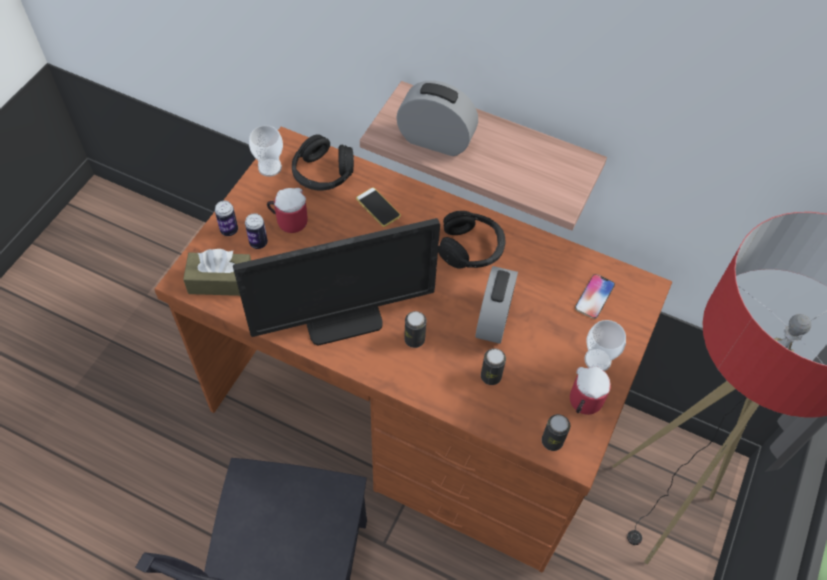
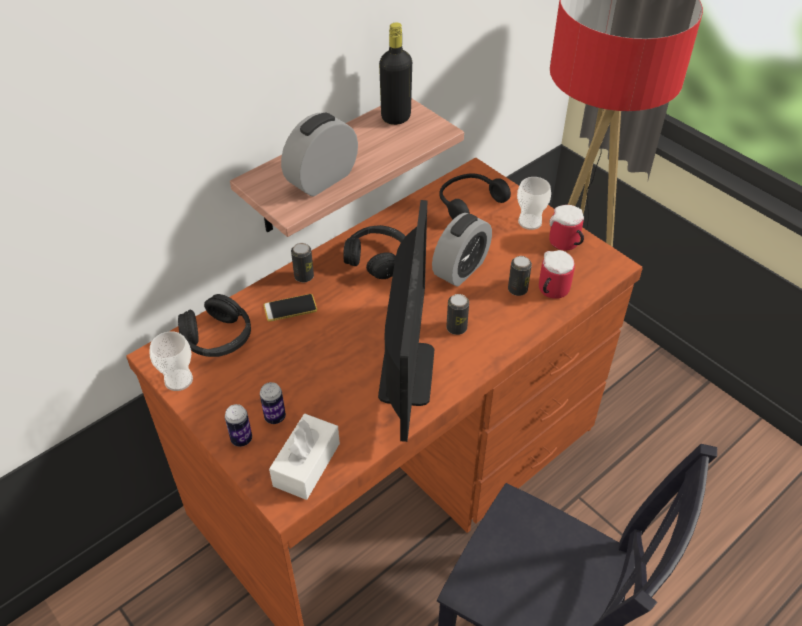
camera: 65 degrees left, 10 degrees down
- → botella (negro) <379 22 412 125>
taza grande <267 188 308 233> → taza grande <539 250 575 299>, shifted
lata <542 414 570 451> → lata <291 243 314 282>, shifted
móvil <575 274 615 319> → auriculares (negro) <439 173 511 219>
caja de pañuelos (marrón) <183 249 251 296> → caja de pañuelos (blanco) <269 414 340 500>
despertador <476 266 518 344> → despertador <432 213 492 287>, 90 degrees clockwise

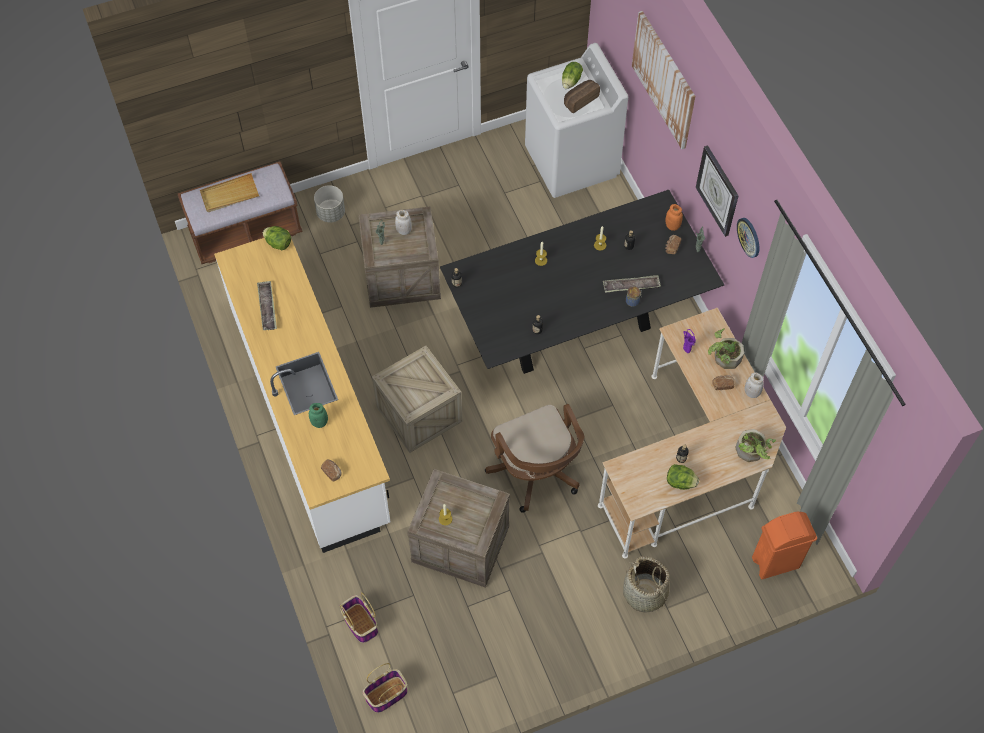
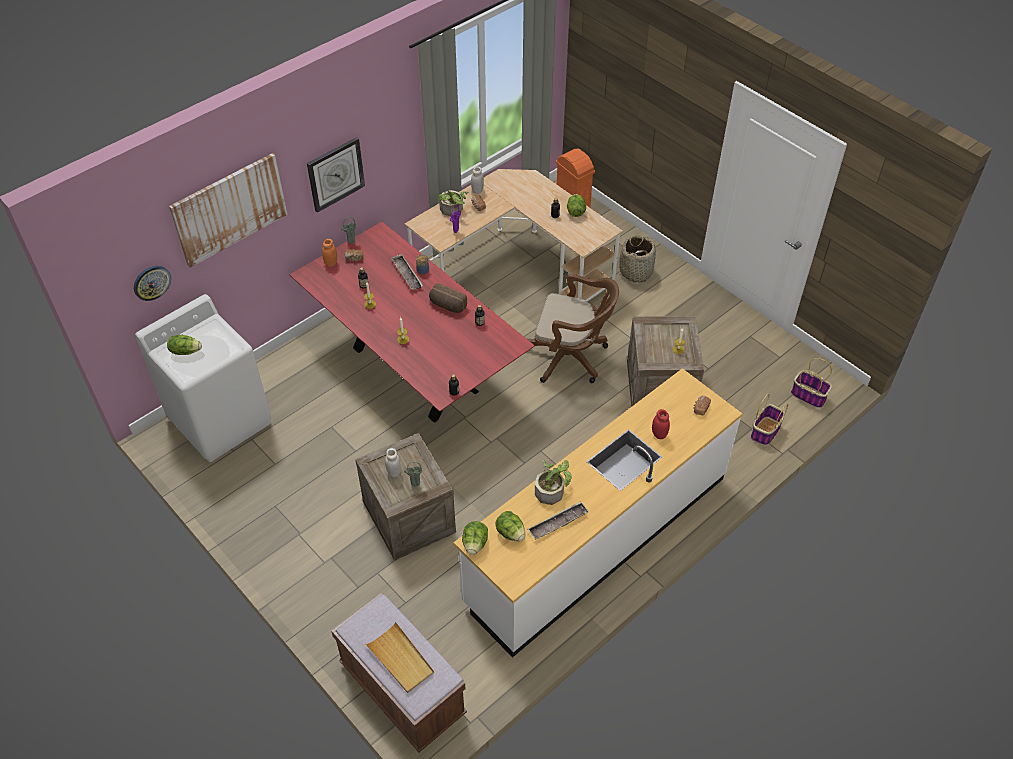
camera: 110 degrees left, 10 degrees down
maceta (gris) <314 185 345 222> → -
caja de embalaje <372 346 462 453> → -
- → lechuga <496 511 525 542>
pan <564 80 600 113> → pan <429 283 467 313>, shifted
planta en maceta <735 429 776 462> → planta en maceta <535 460 572 505>, shifted
reloj de pared <737 218 759 258> → reloj de pared <134 266 171 301>, shifted
tarro (verde) <309 403 328 428> → tarro (rojo) <652 409 670 439>
mesa de comedor (negro) <440 190 724 374> → mesa de comedor (rojo) <289 221 535 423>
silla de oficina (marrón) <485 404 585 513> → silla de oficina (marrón) <527 274 619 383>, 60 degrees clockwise

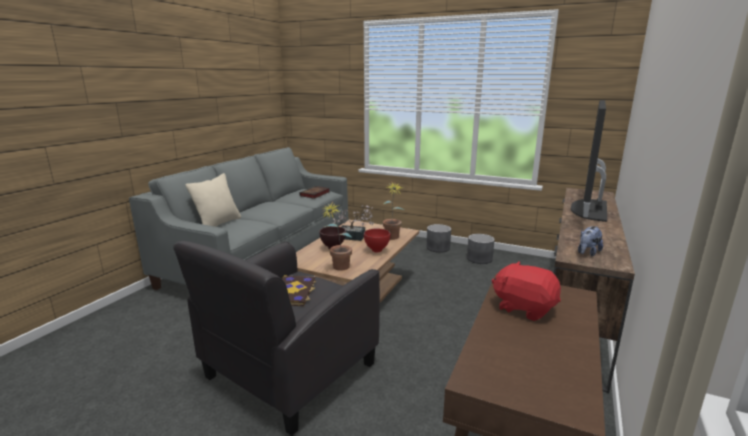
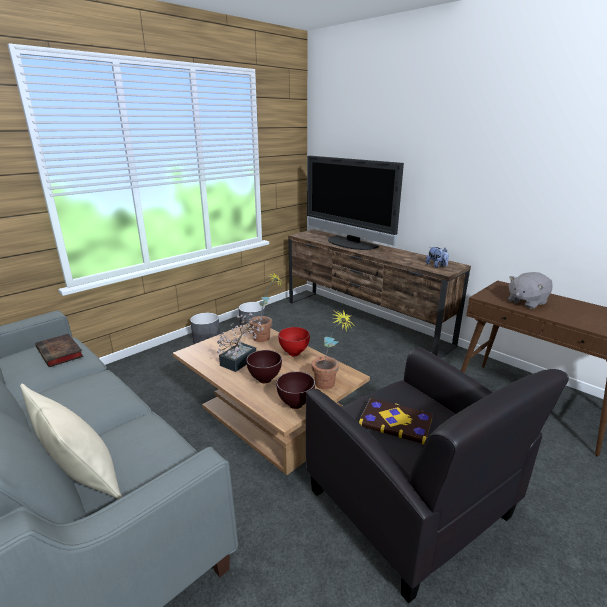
camera: 70 degrees left, 5 degrees up
- → cuenco (marrón) <276 371 315 409>
peluche (rojo) <491 261 561 321> → peluche (gris) <508 272 553 309>

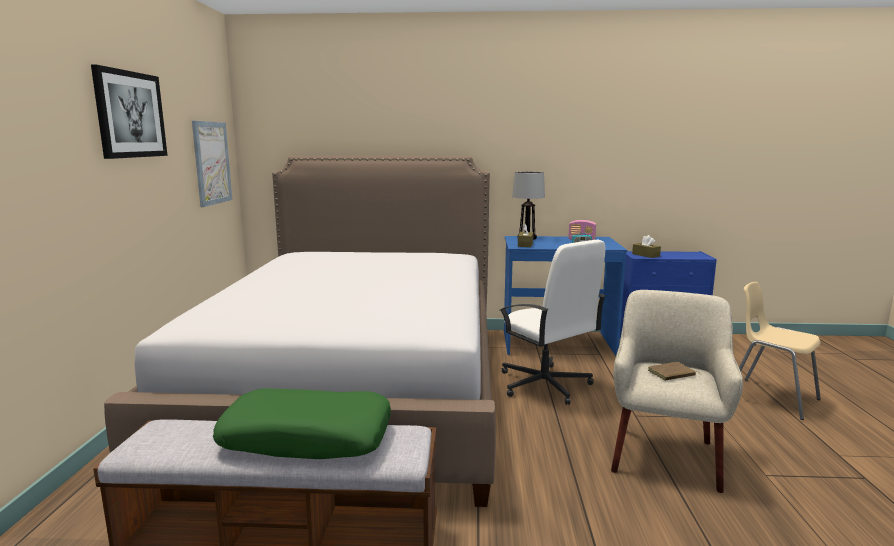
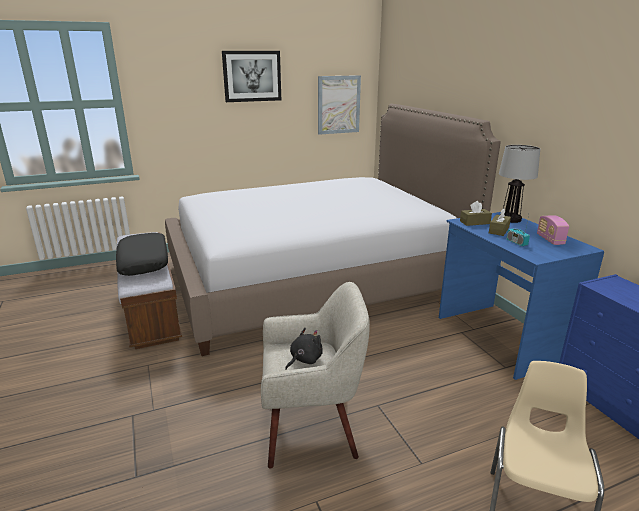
camera: 65 degrees right, 10 degrees up
silla de oficina (blanco) <499 240 606 405> → -
caja de pañuelos (marrón) <632 235 661 258> → caja de pañuelos (marrón) <489 208 511 236>, shifted
libro (marrón) <648 362 702 381> → peluche (negro) <285 328 323 370>
cojín (verde) <213 388 391 459> → cojín (negro) <116 233 168 276>

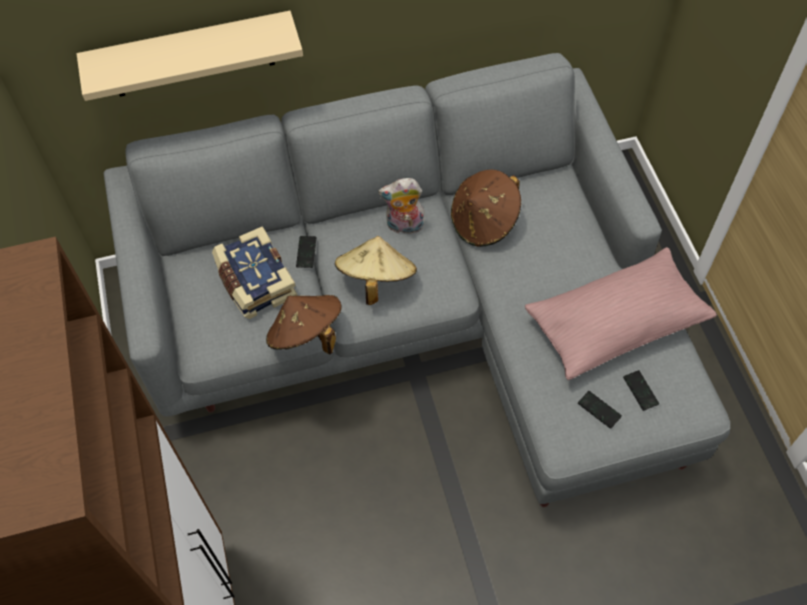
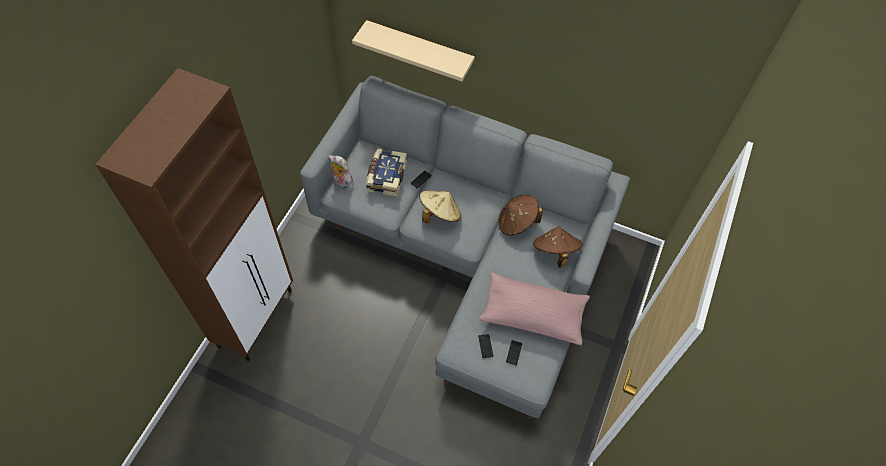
camera: 35 degrees right, 0 degrees up
sombrero (marrón) <266 295 341 355> → sombrero (marrón) <533 226 582 268>, shifted
peluche <378 178 425 234> → peluche <328 155 354 190>, shifted

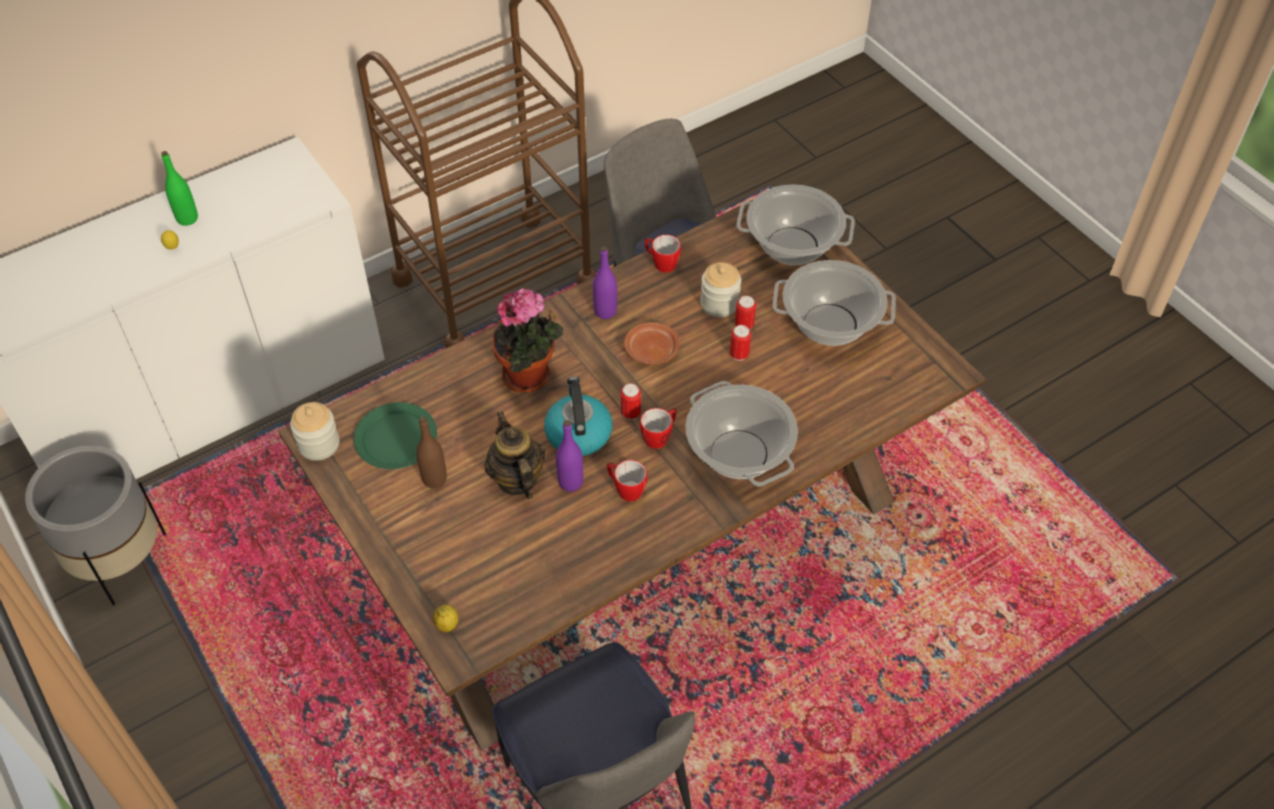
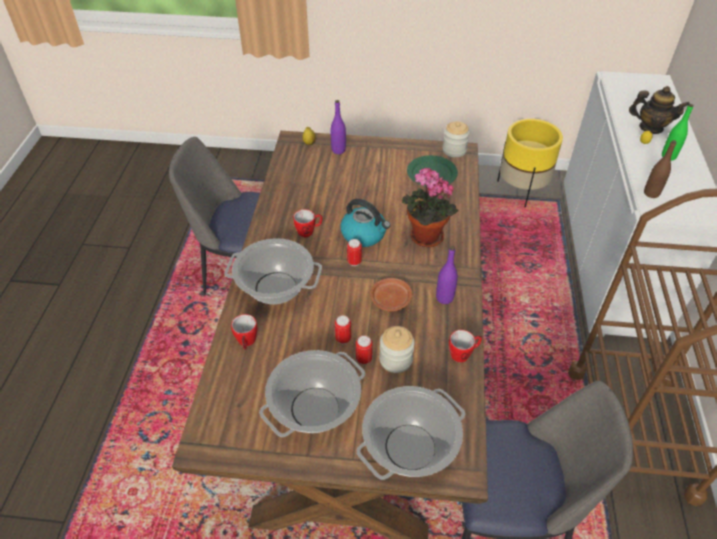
camera: 130 degrees right, 5 degrees down
botella (marrón) <416 417 447 488> → botella (marrón) <644 140 676 198>, shifted
tetera <485 411 545 499> → tetera <629 86 690 134>, shifted
botella (morado) <556 420 583 492> → botella (morado) <331 100 346 154>, shifted
taza grande <640 408 676 449> → taza grande <231 314 257 350>, shifted
maceta (gris) <25 446 166 605> → maceta (amarillo) <497 118 563 207>

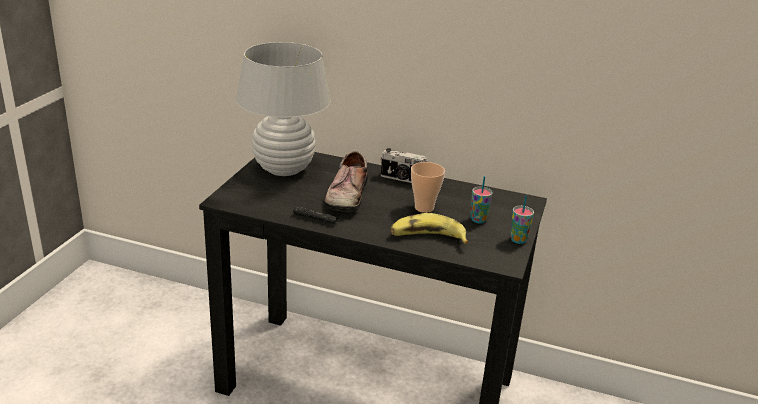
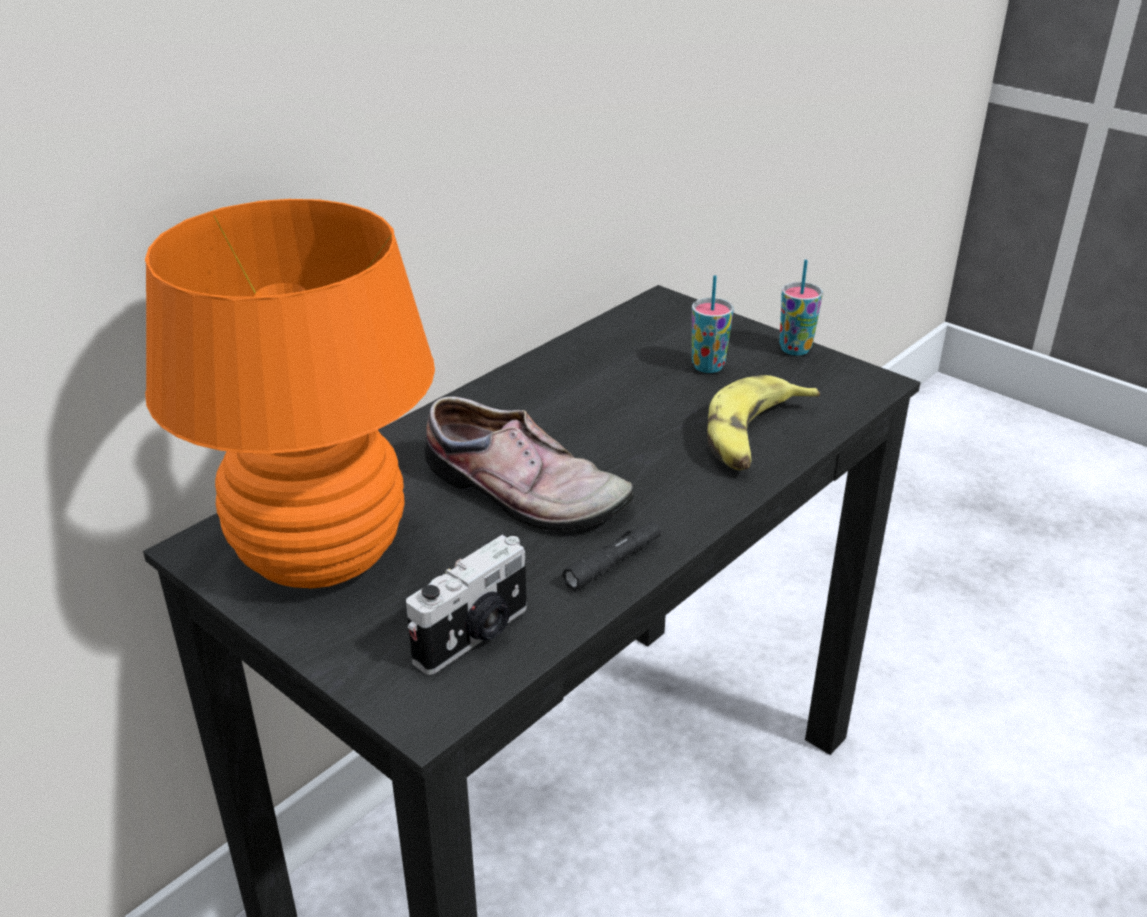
camera: 65 degrees left, 5 degrees up
taza <411 162 445 213> → -
cámara <381 148 427 183> → cámara <406 535 527 675>, shifted
lámpara de mesa (blanco) <236 42 331 176> → lámpara de mesa (naranja) <145 199 435 588>

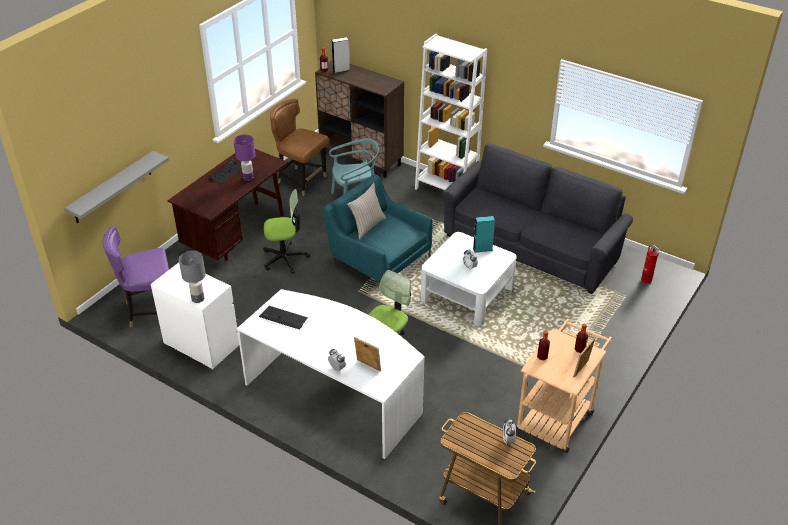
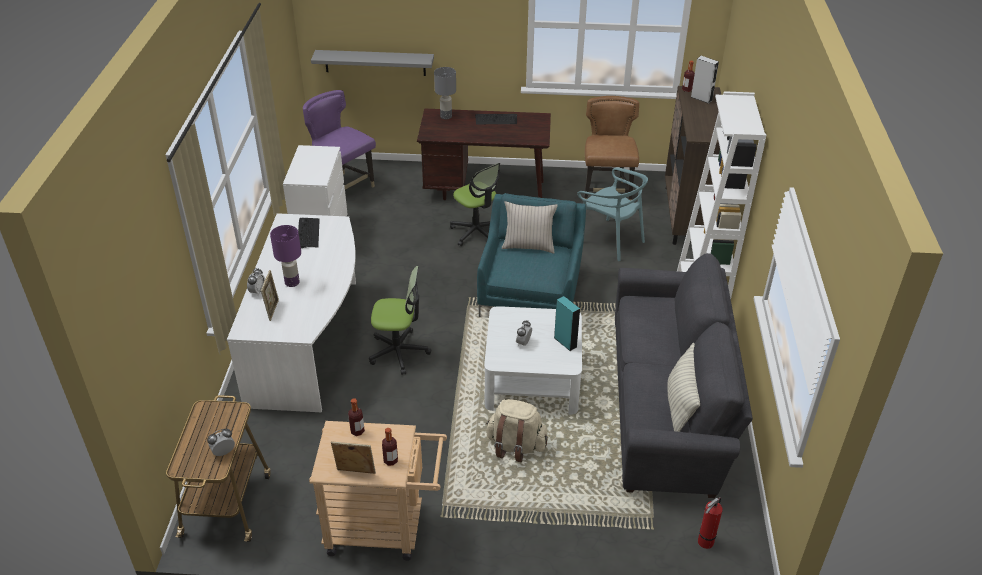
camera: 60 degrees right, 0 degrees up
- → mochila (beis) <486 399 548 462>
- → cojín <668 343 700 432>
lámpara de mesa (gris) <179 251 206 303> → lámpara de mesa (gris) <434 67 456 119>, shifted
lámpara de mesa (morado) <234 135 255 181> → lámpara de mesa (morado) <270 225 301 287>, shifted

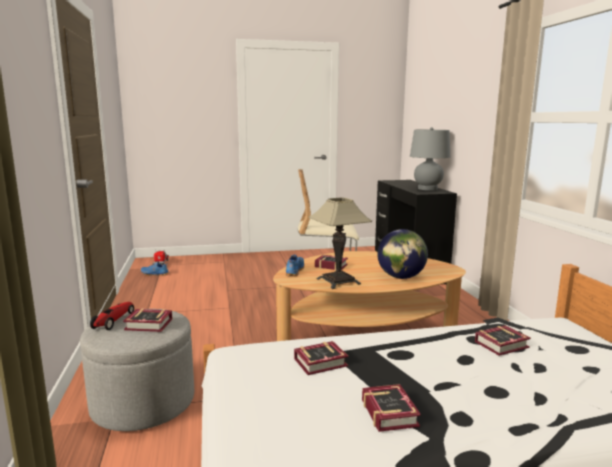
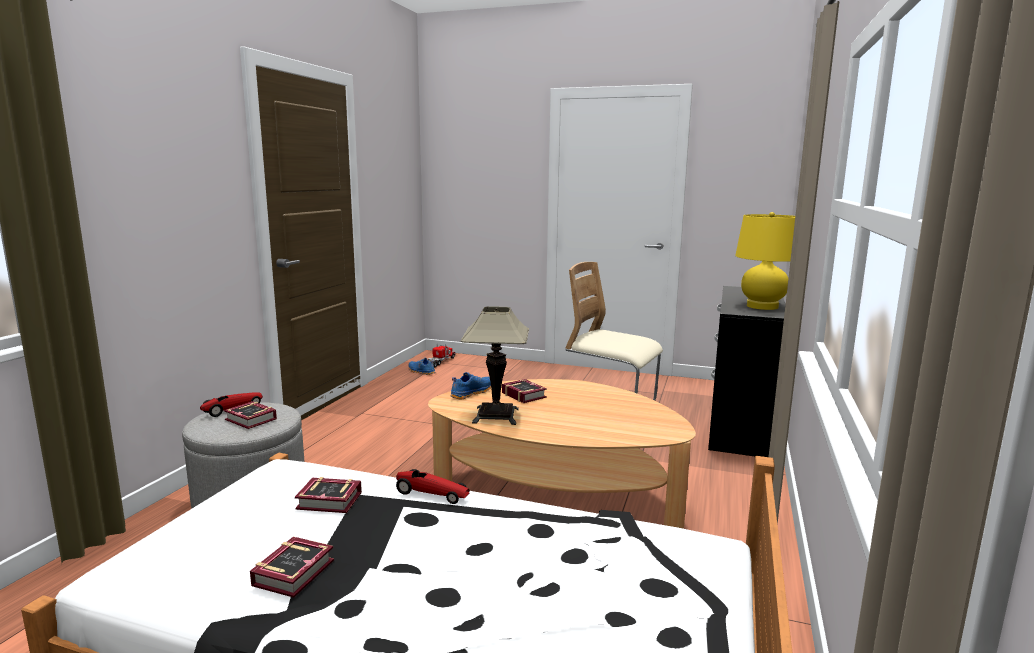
camera: 30 degrees right, 0 degrees up
globo terráqueo <377 229 428 279> → -
libro <475 325 531 356> → -
- → coche de juguete <396 469 470 504>
lámpara de mesa (gris) <410 127 450 190> → lámpara de mesa (amarillo) <735 212 795 310>

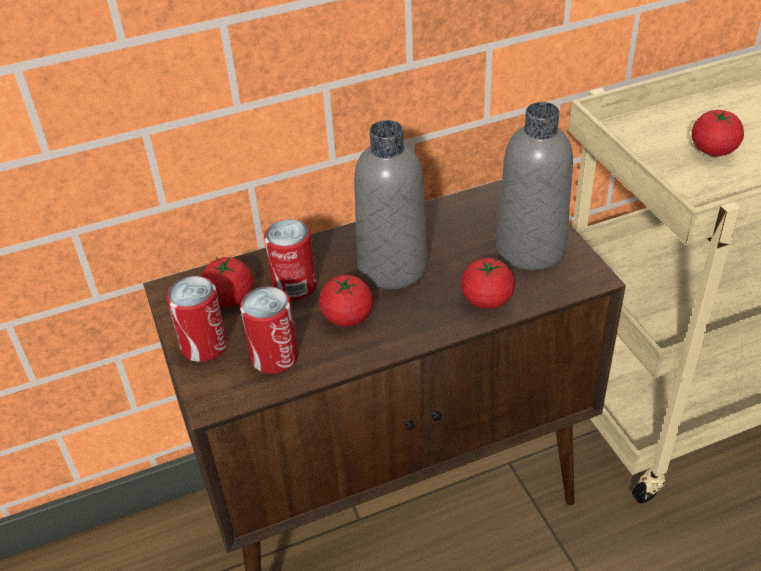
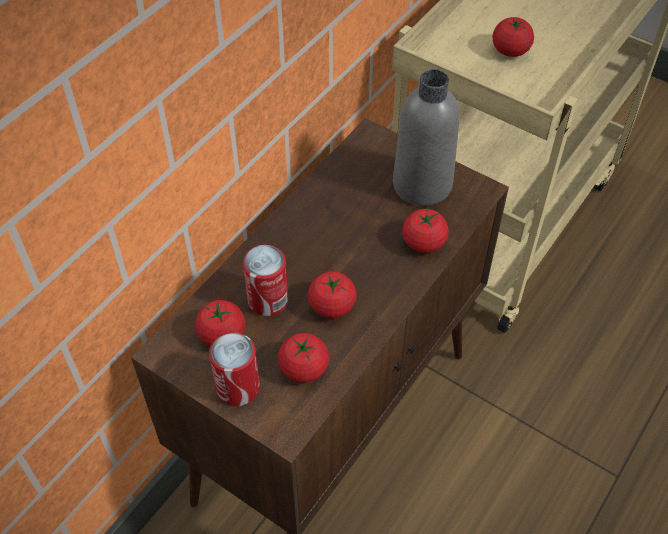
camera: 35 degrees left, 10 degrees up
botella (gris) <354 120 428 290> → -
lata <240 286 298 373> → tomate <278 333 329 383>

